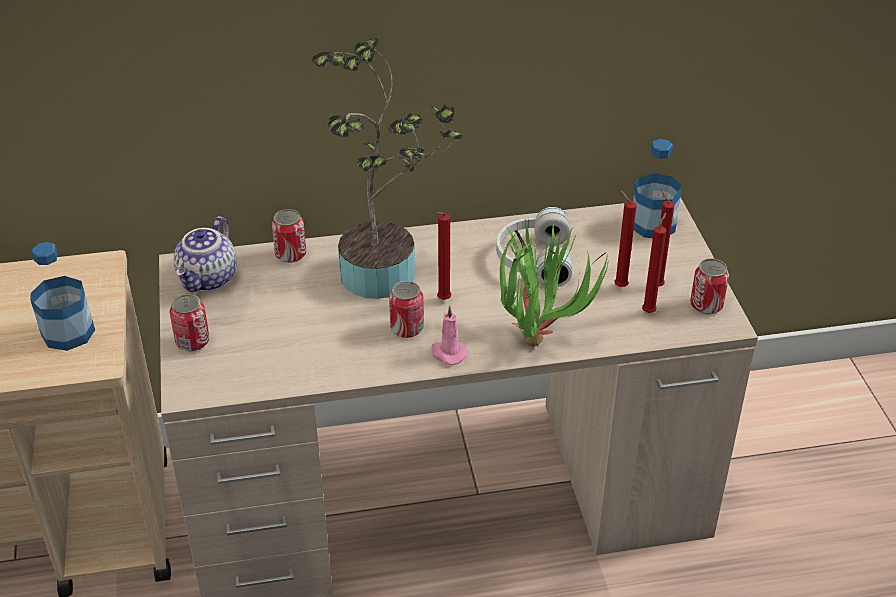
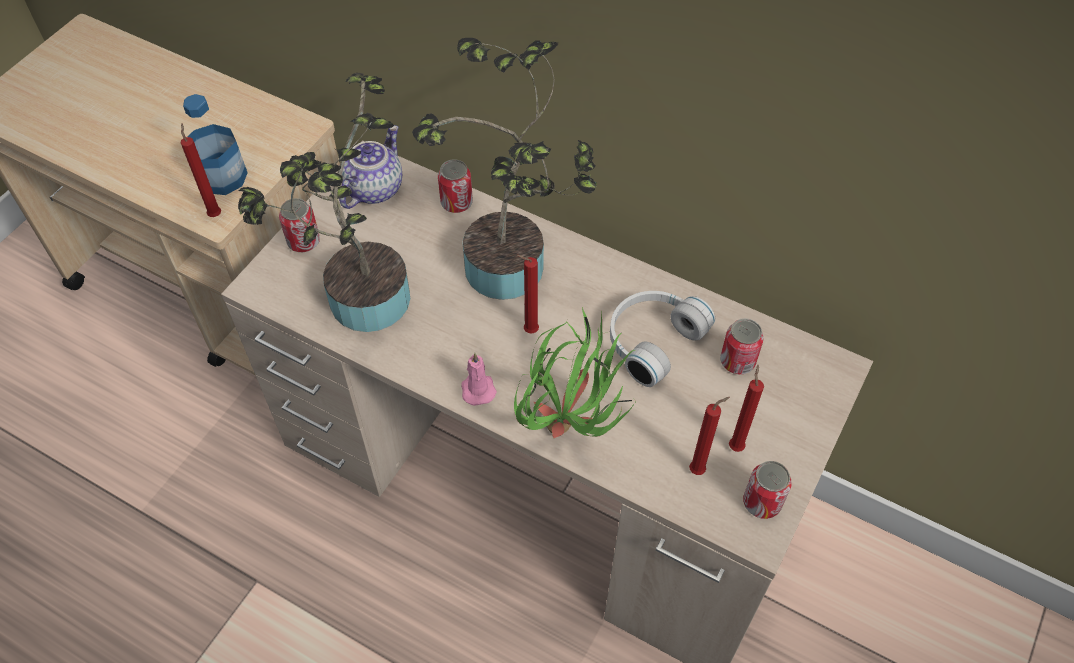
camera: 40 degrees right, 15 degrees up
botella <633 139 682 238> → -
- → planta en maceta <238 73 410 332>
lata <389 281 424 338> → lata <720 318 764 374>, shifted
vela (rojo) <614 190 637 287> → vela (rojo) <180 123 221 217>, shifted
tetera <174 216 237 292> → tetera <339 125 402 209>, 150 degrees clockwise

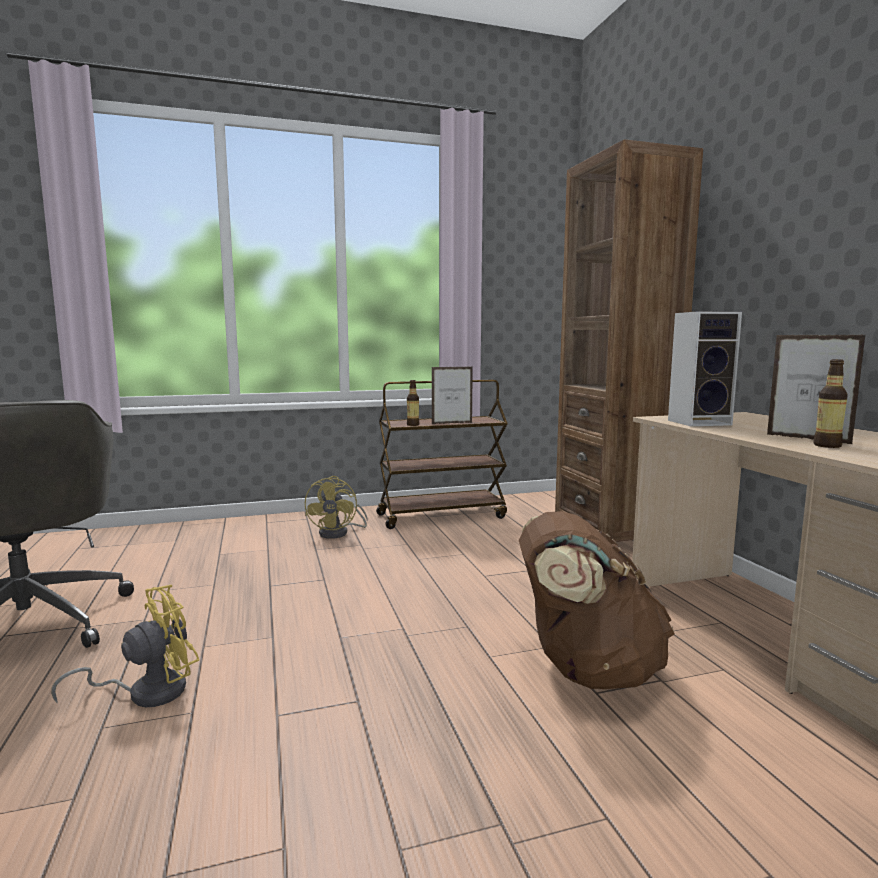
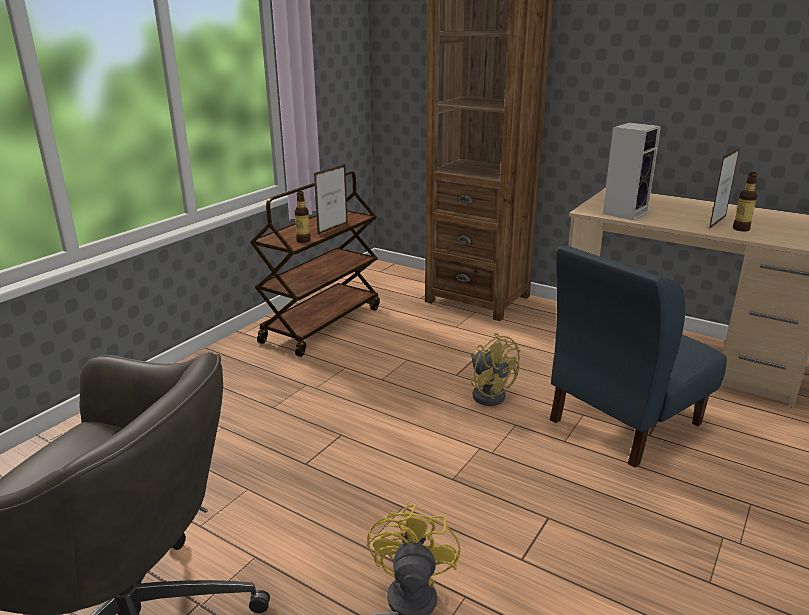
camera: 40 degrees left, 15 degrees up
ventilador (amarillo) <305 476 368 539> → ventilador (amarillo) <471 333 521 406>, shifted
mochila (marrón) <519 511 675 689> → silla (azul) <549 246 727 468>
portarretratos <767 335 866 445> → portarretratos <709 147 740 229>, 120 degrees clockwise

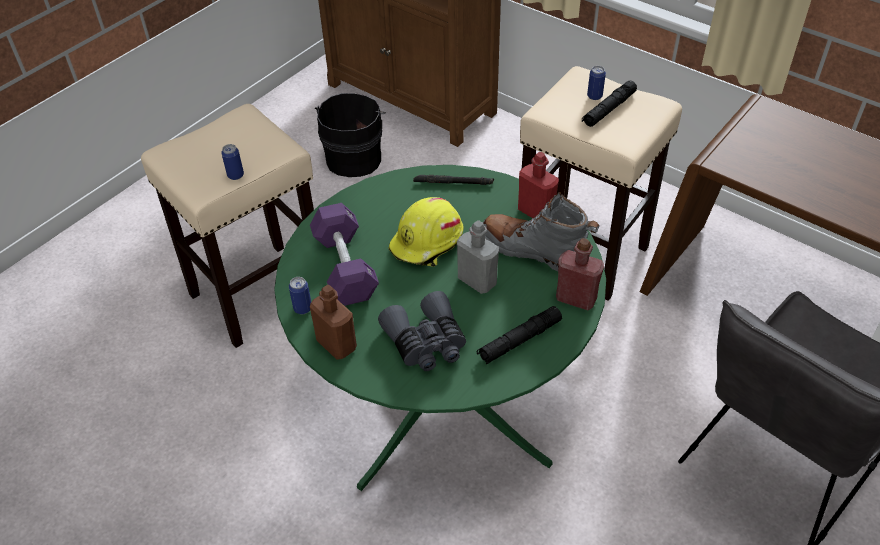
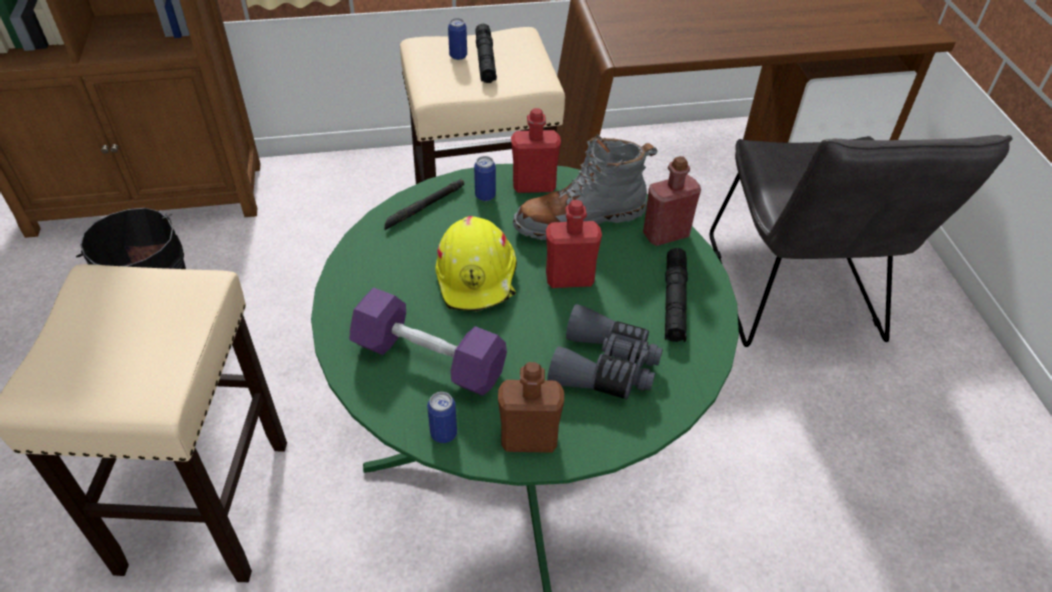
camera: 50 degrees left, 0 degrees up
lata <221 144 244 180> → lata <474 156 496 201>, shifted
botella (gris) <457 220 499 294> → botella (rojo) <546 200 602 288>

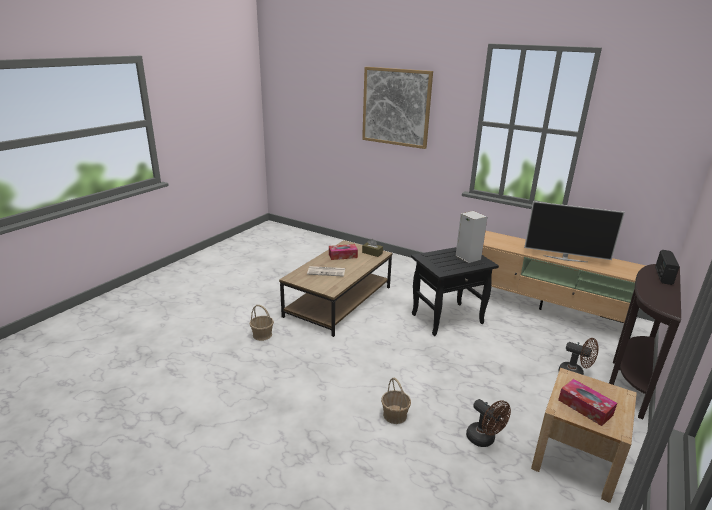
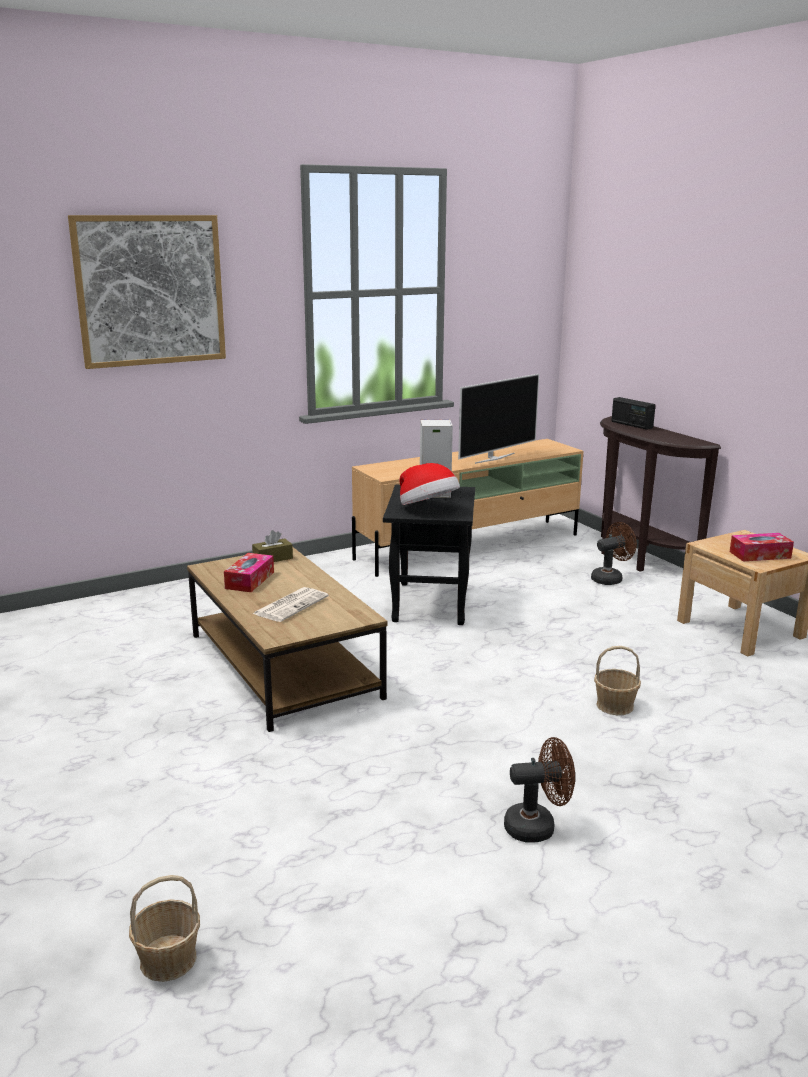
camera: 60 degrees left, 5 degrees down
- → sombrero <400 463 460 505>
cesta <249 305 274 341> → cesta <129 875 200 982>, shifted
ventilador (marrón) <466 399 511 447> → ventilador (marrón) <504 737 575 842>, shifted

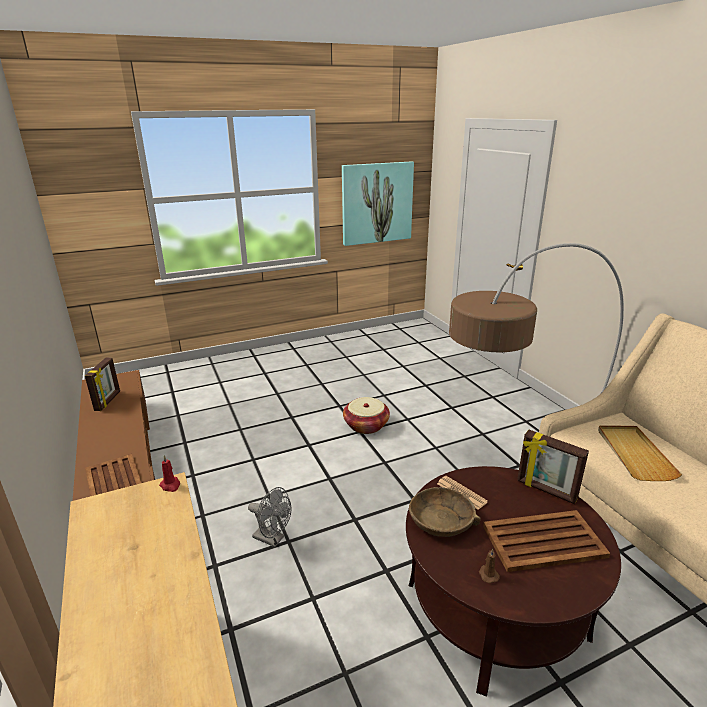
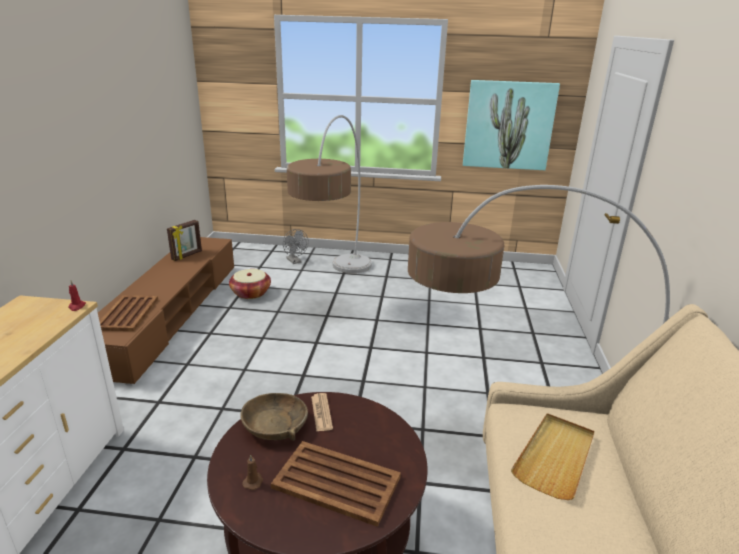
camera: 30 degrees right, 0 degrees up
portarretratos <517 430 589 504> → -
- → lámpara de pie <287 115 372 274>
ventilador (gris) <248 487 291 547> → ventilador (gris) <283 229 309 264>, shifted
cesta <343 397 390 434> → cesta <229 269 271 299>, shifted

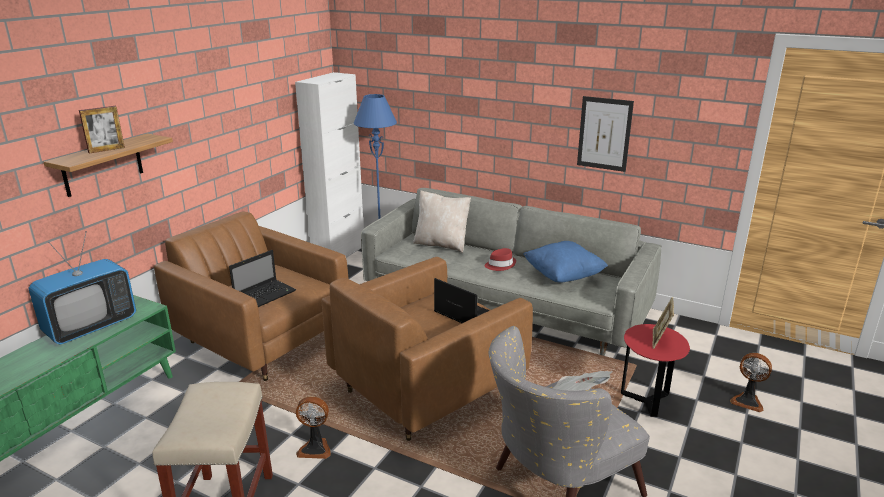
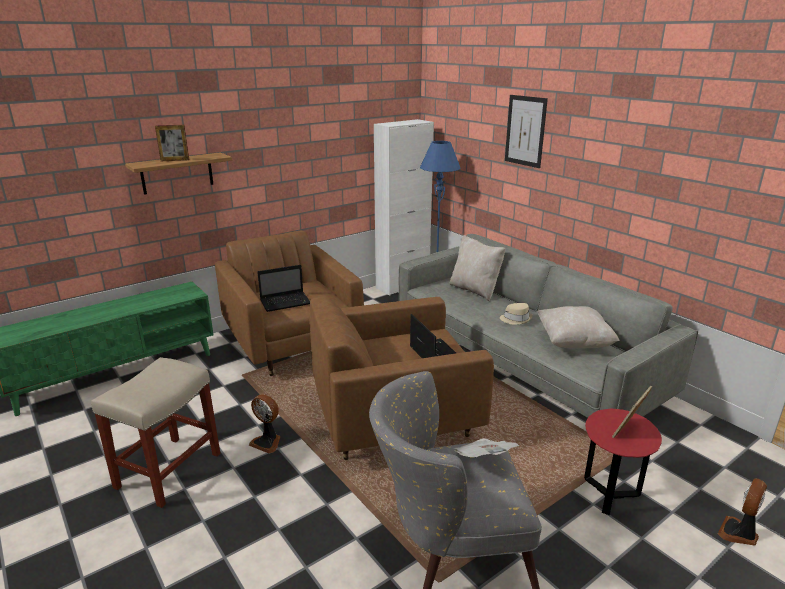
camera: 25 degrees right, 0 degrees up
televisor <29 231 136 345> → -
cuadro <577 96 634 172> → cuadro <505 95 548 168>, shifted
sombrero (rojo) <485 248 516 271> → sombrero (beis) <500 303 533 325>
cojín (azul) <523 241 608 283> → cojín (beis) <538 306 620 349>
ventilador <730 353 772 412> → ventilador <718 478 767 546>, 75 degrees clockwise

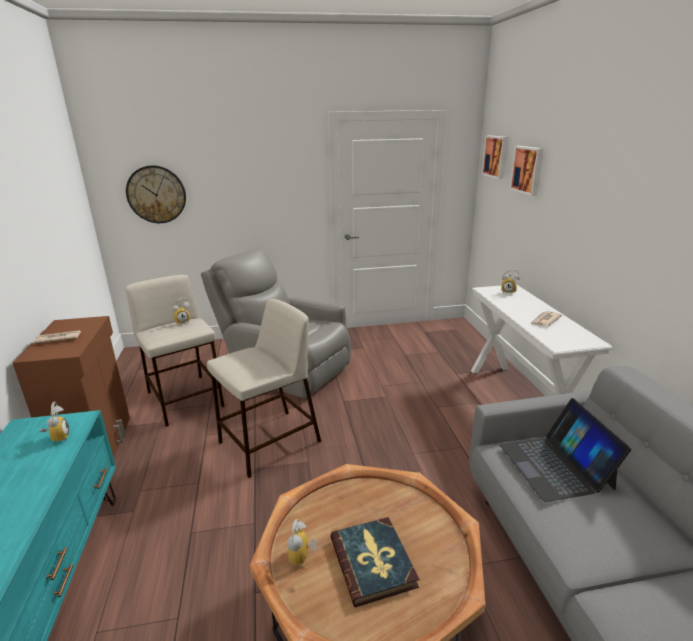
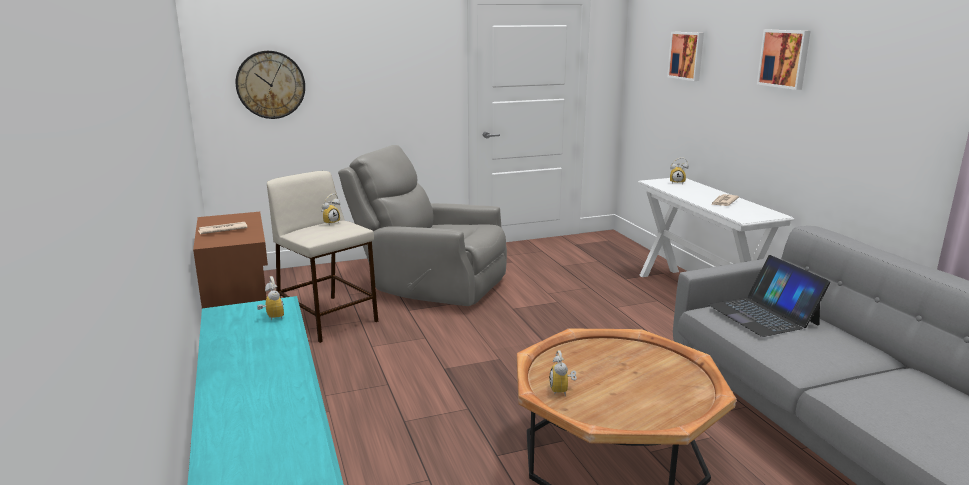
camera: 10 degrees left, 5 degrees down
taburete (beis) <207 299 321 478> → -
libro <330 517 419 607> → -
cuadro <481 135 508 179> → cuadro <757 30 811 90>, shifted

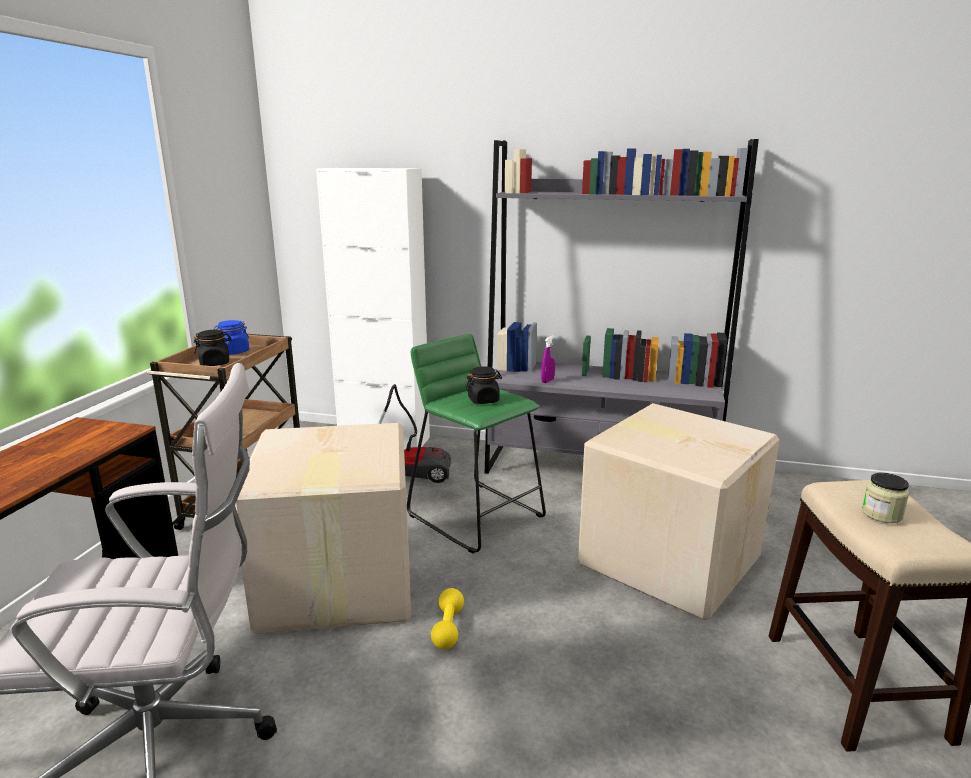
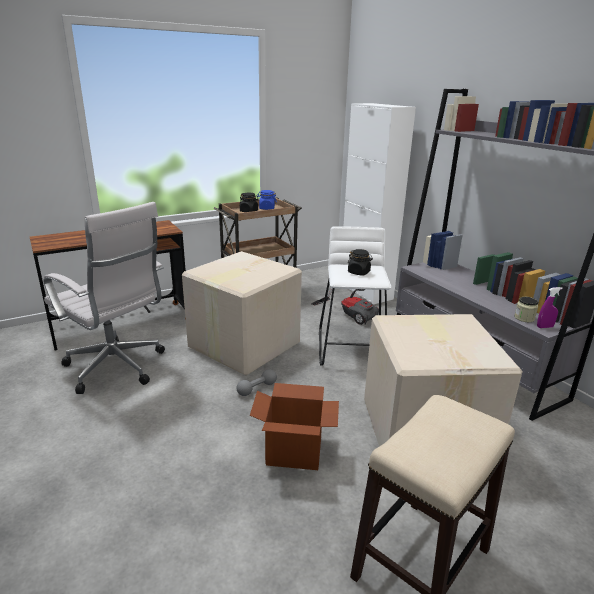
camera: 45 degrees right, 5 degrees up
- → caja de cartón <250 383 339 470>
pulverizador (morado) <541 336 555 383> → pulverizador (morado) <537 287 563 328>, shifted
tarro <862 473 909 523> → tarro <514 297 538 322>, shifted
taburete (verde) <407 334 546 554> → taburete (blanco) <319 226 391 366>
mancuerna (amarillo) <431 588 464 649> → mancuerna (gris) <237 369 277 396>

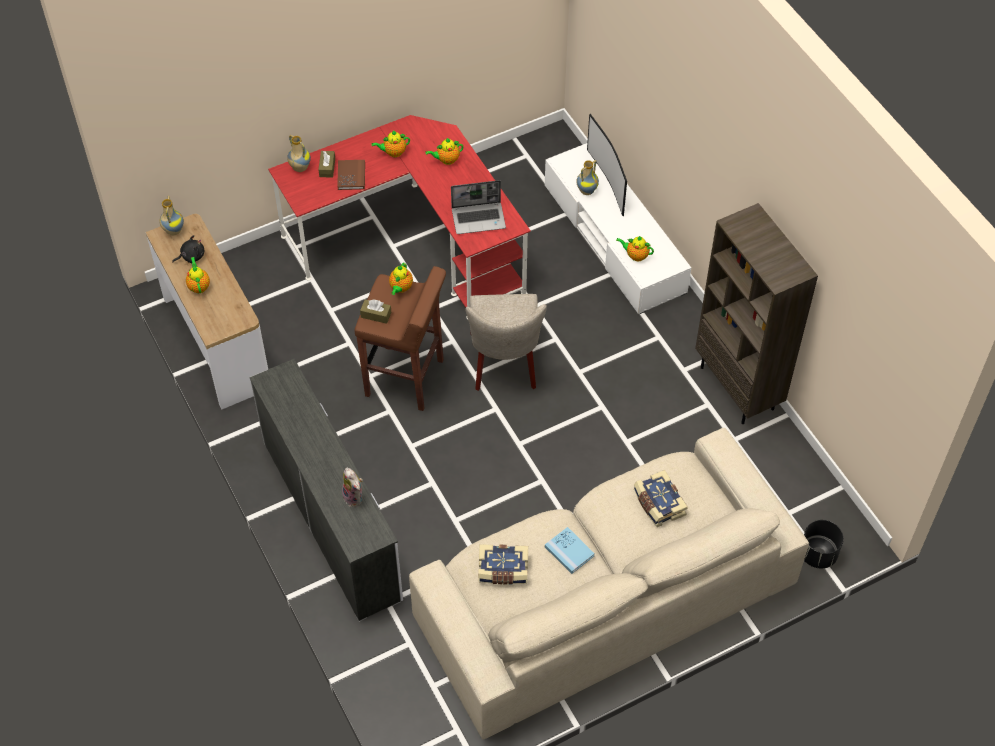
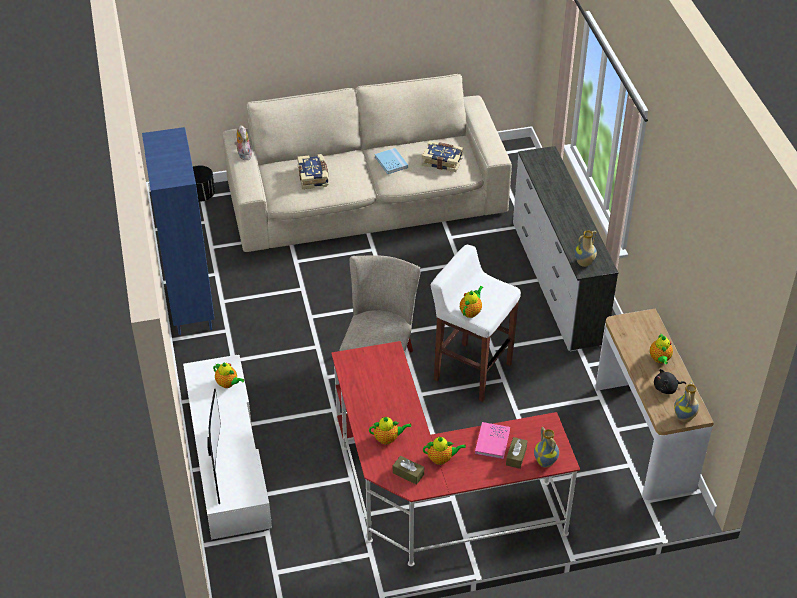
camera: 165 degrees left, 10 degrees down
portátil <451 180 506 234> → -
peluche <342 468 363 507> → peluche <235 125 252 160>, shifted
caja de pañuelos (marrón) <360 300 391 324> → caja de pañuelos (marrón) <393 456 424 485>, shifted
florero <576 160 599 195> → florero <574 230 597 267>, shifted
libro (marrón) <337 160 365 190> → libro (rosa) <475 422 510 459>
taburete (marrón) <354 266 446 411> → taburete (blanco) <431 245 521 402>
estantería (marrón) <695 203 818 424> → estantería (azul) <142 127 214 335>

